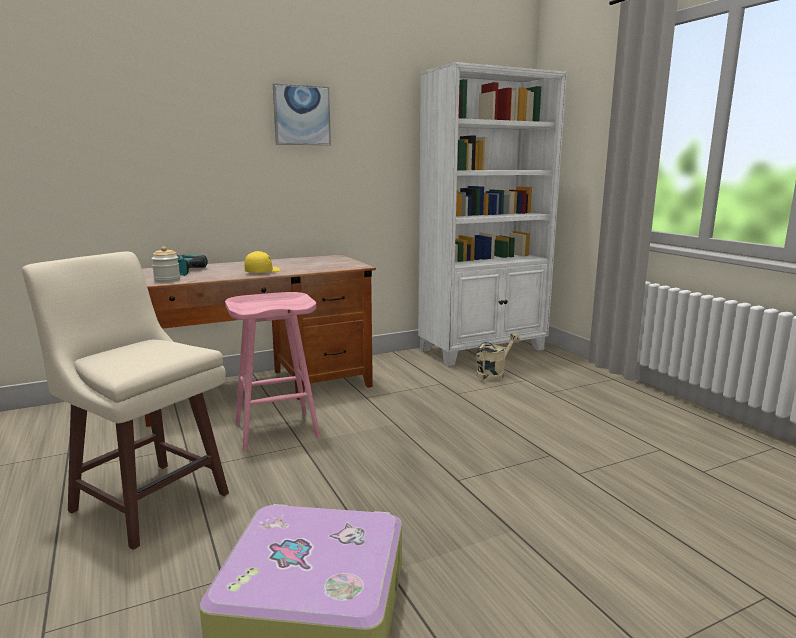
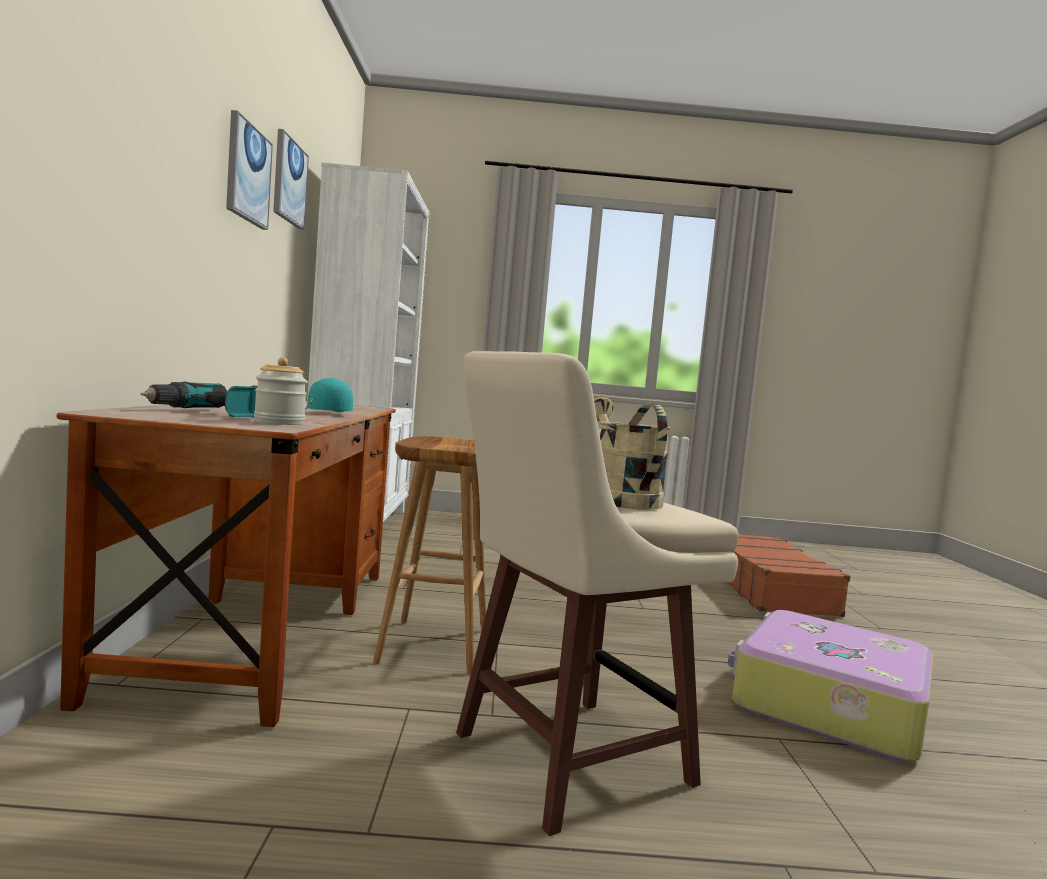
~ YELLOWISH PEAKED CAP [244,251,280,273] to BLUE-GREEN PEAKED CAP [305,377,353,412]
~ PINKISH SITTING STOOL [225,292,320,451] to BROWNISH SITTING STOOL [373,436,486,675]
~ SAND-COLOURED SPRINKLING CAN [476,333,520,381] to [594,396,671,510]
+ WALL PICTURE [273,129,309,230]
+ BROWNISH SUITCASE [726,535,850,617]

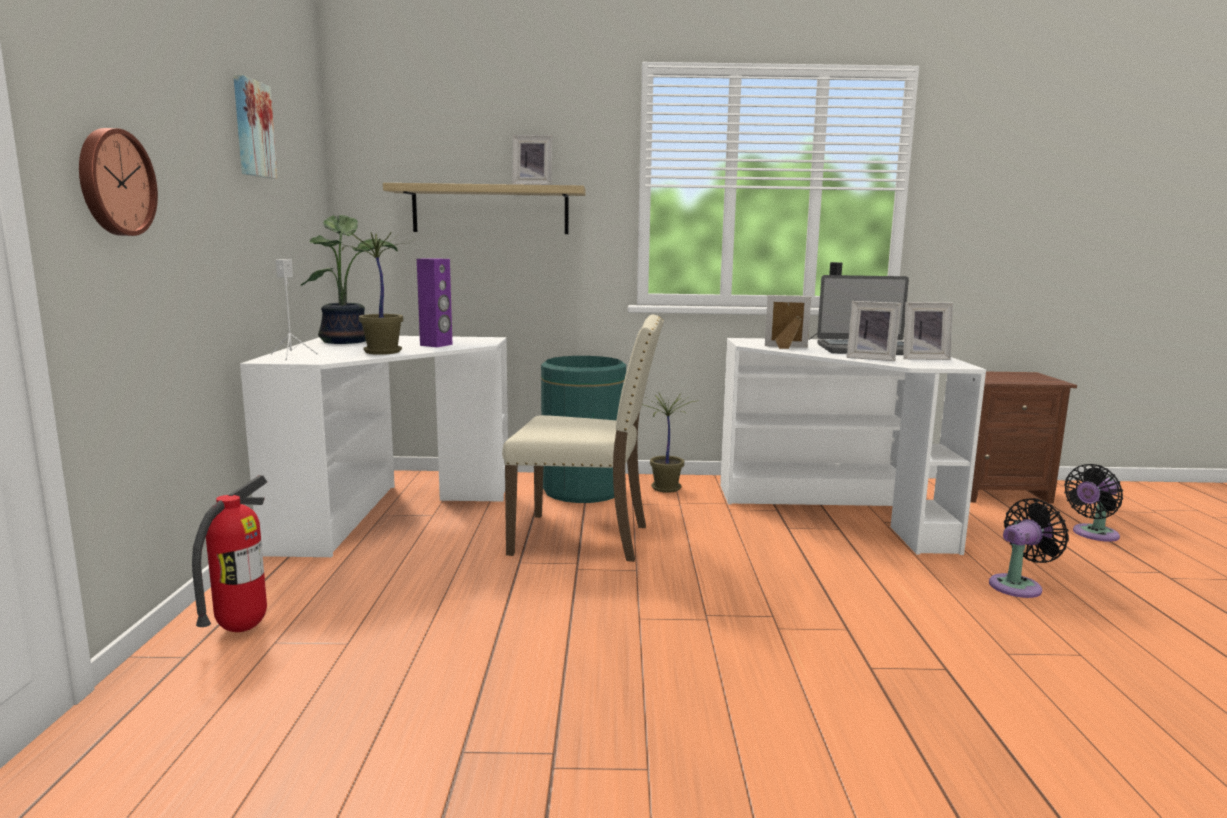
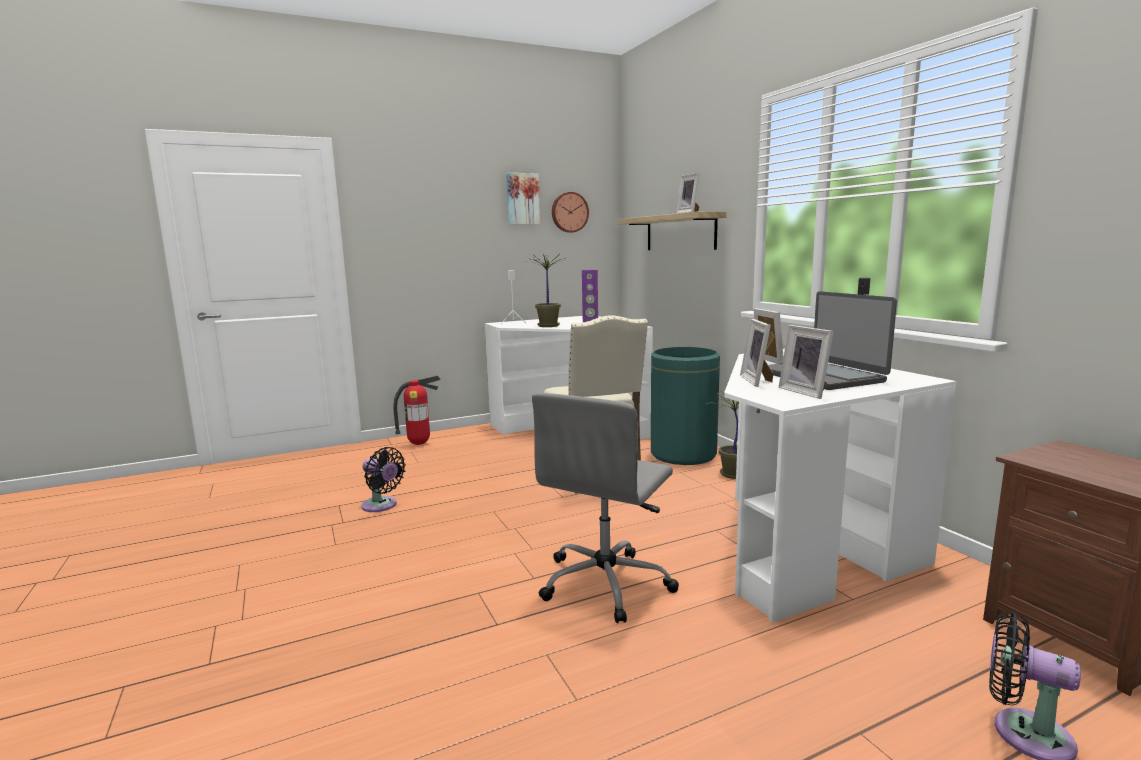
~ WALL CLOCK [79,128,158,236] to [552,192,589,233]
- POTTED PLANT [301,215,398,344]
~ BLACK ELECTRIC FAN [989,498,1069,598] to [361,447,406,512]
+ GREY OFFICE CHAIR [532,393,679,623]

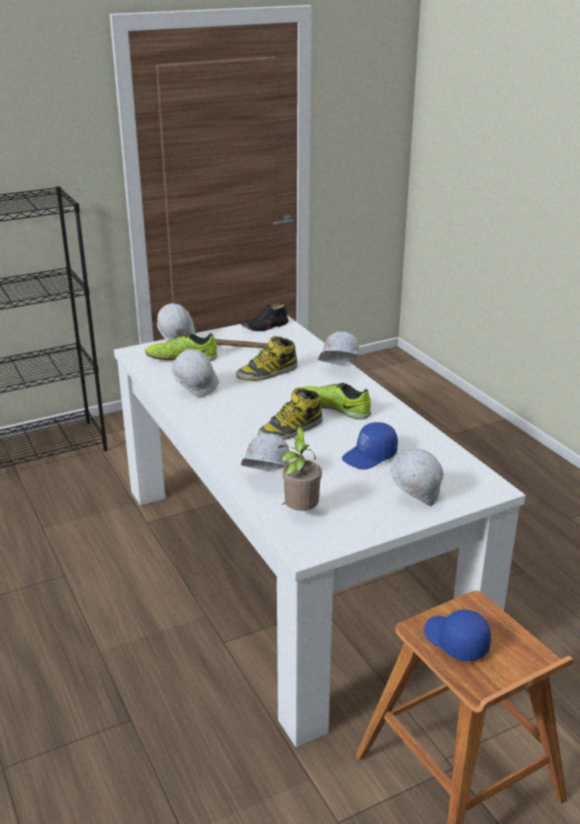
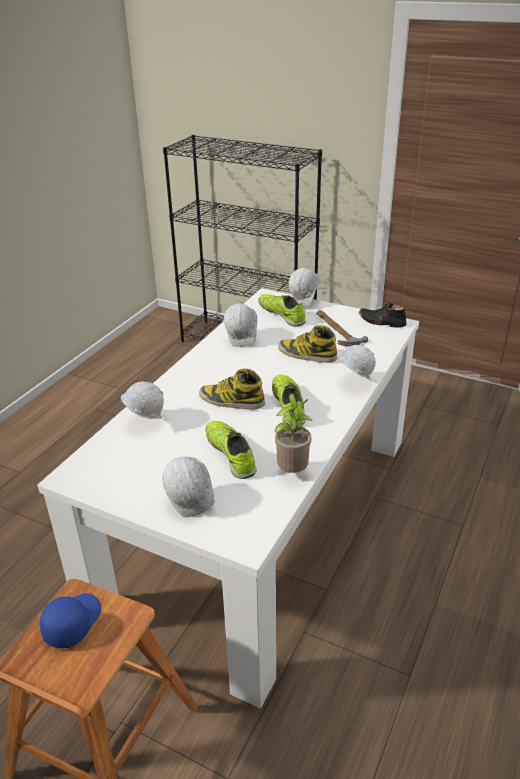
~ BLUISH PEAKED CAP [342,422,398,470] to LOW SHOE [205,421,256,479]
~ POTTED PLANT [278,426,322,511] to [274,394,313,473]

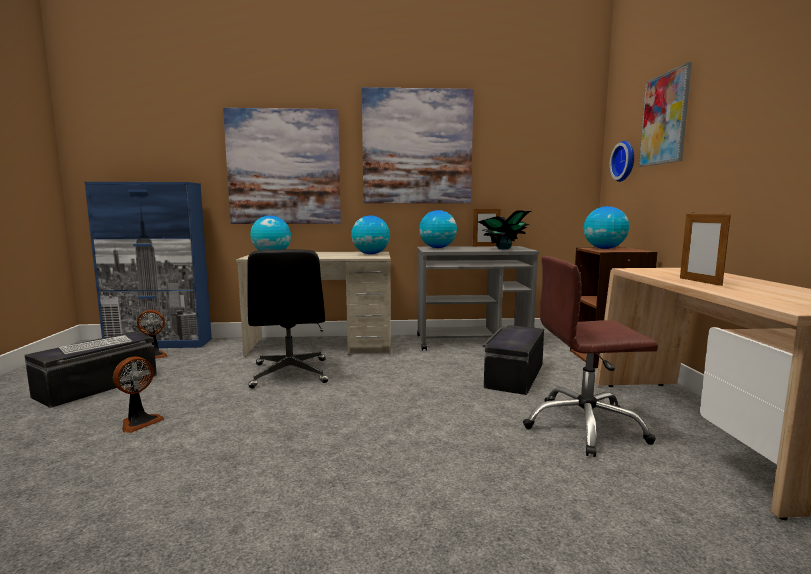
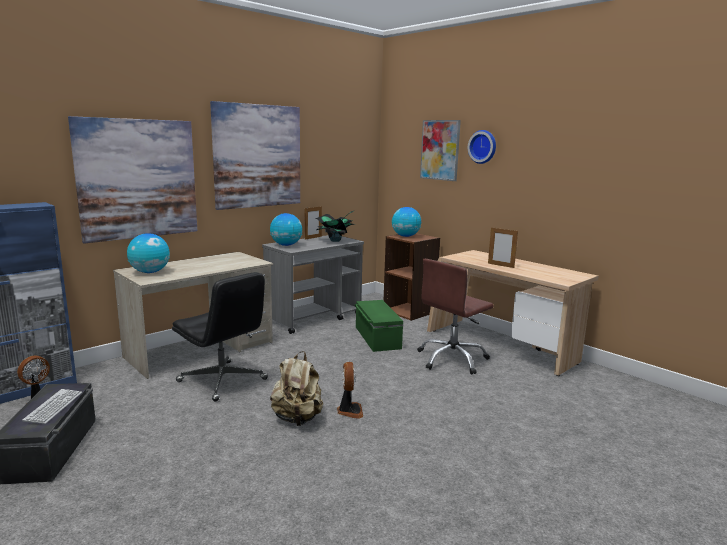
~ WALL CLOCK [609,141,634,182] to [468,130,496,164]
- WORLD GLOBE [351,215,390,254]
~ BLACK STORAGE BOX [483,325,544,395] to GREEN-COLOURED STORAGE BOX [355,300,403,352]
~ ELECTRIC FAN [113,357,164,433] to [337,362,363,419]
+ SAND-COLOURED BACKPACK [270,351,323,426]

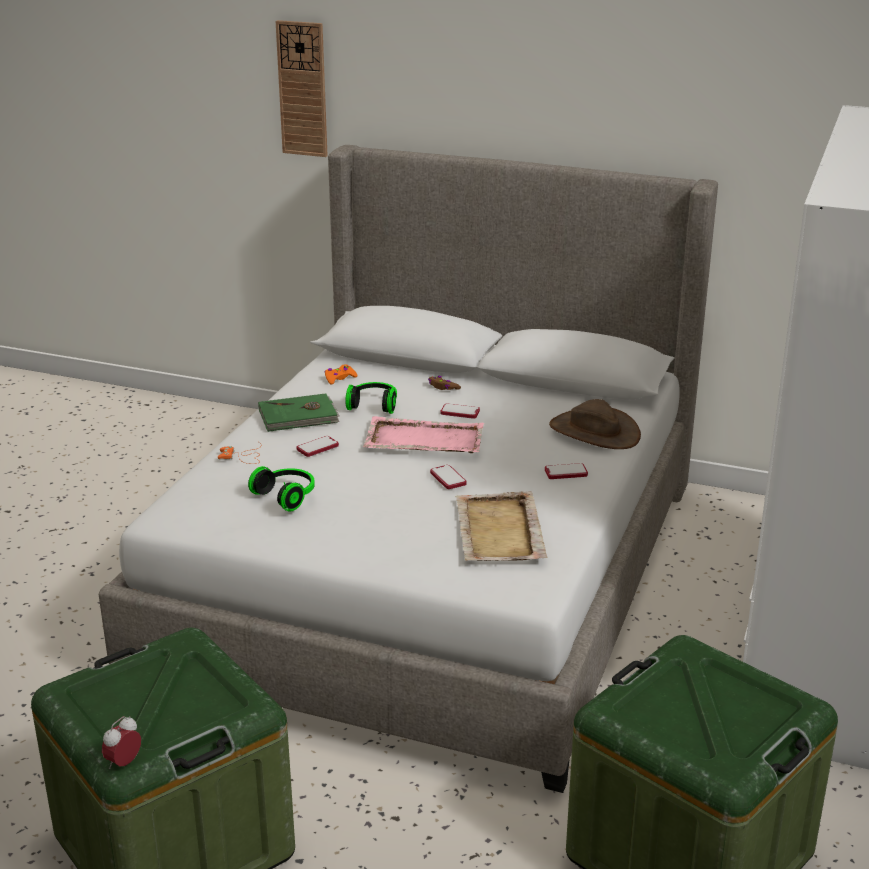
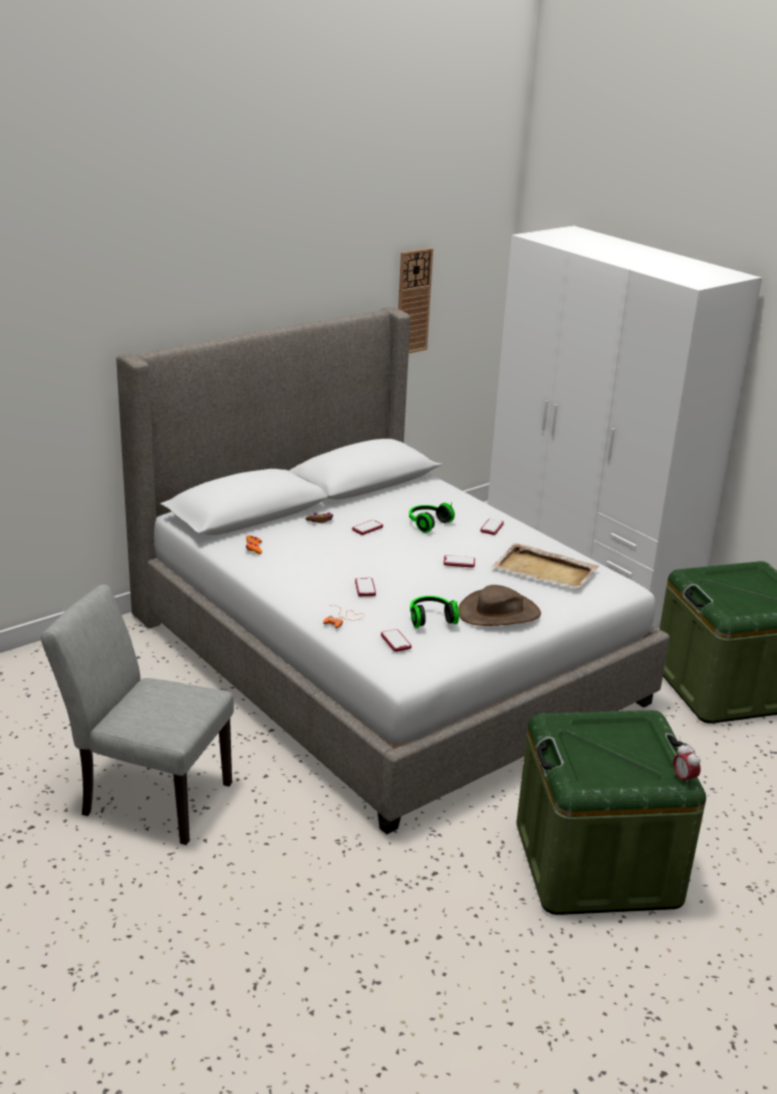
~ WALL CLOCK [276,20,328,157] to [398,248,433,353]
~ HEADSET [345,382,397,414] to [409,502,455,533]
- GREEN-COLOURED BOOK [258,394,340,432]
~ BROWNISH WEARABLE HAT [549,399,641,449] to [458,585,541,626]
- PINKISH TRAY [363,416,484,453]
+ GREY UPRIGHT CHAIR [41,584,234,845]
+ PHONE [381,629,412,652]

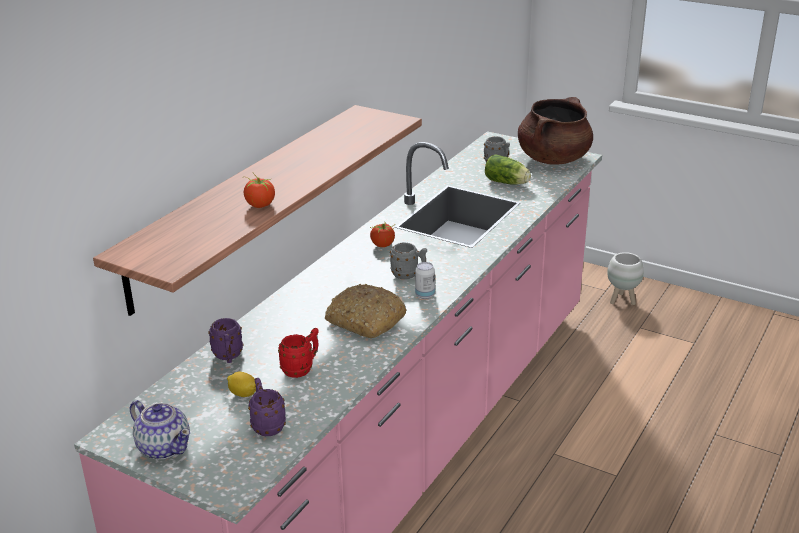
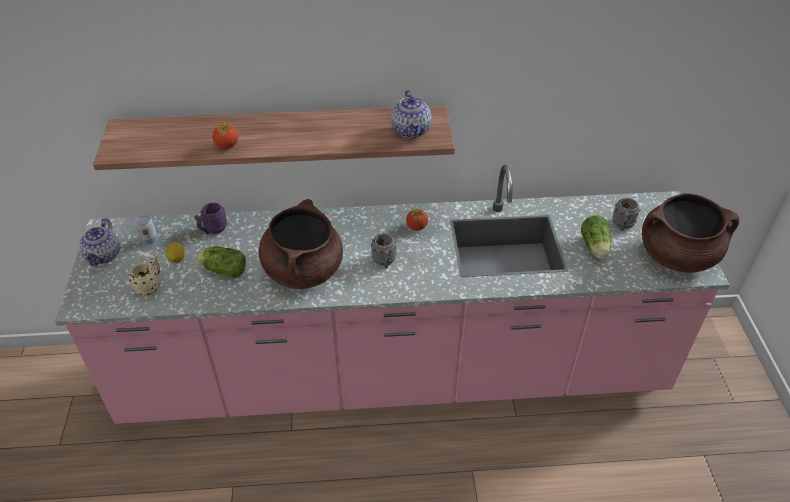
- WHITE PLANTER [607,252,644,305]
~ SEALED CAN [415,262,435,299] to [136,215,158,245]
~ BAKERY BREAD [325,284,407,338] to BROWNISH SAUCEPOT [259,199,343,289]
~ RED COFFEE MUG [278,328,319,378] to LETTUCE HEAD [196,246,246,278]
~ PURPLISH COFFEE MUG [248,378,286,436] to SAND-COLOURED COFFEE MUG [129,254,160,296]
+ POT FOR TEA [391,90,432,139]

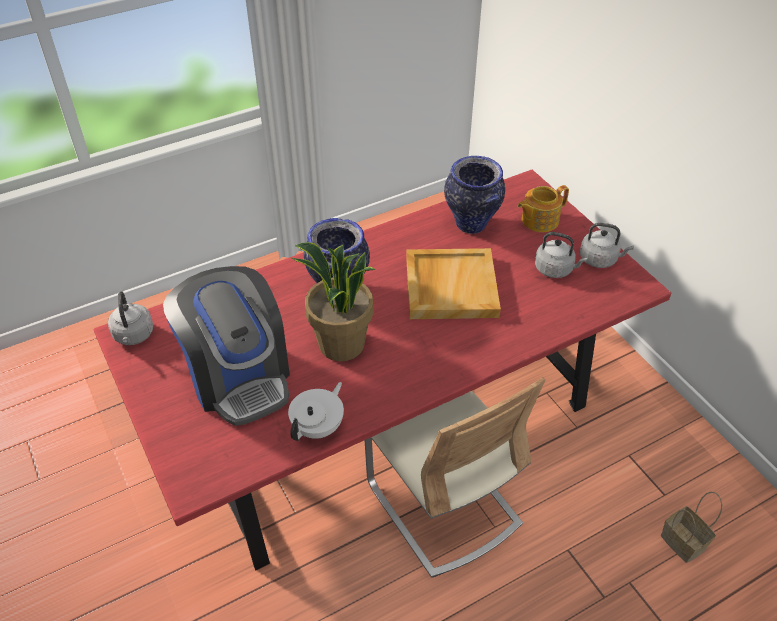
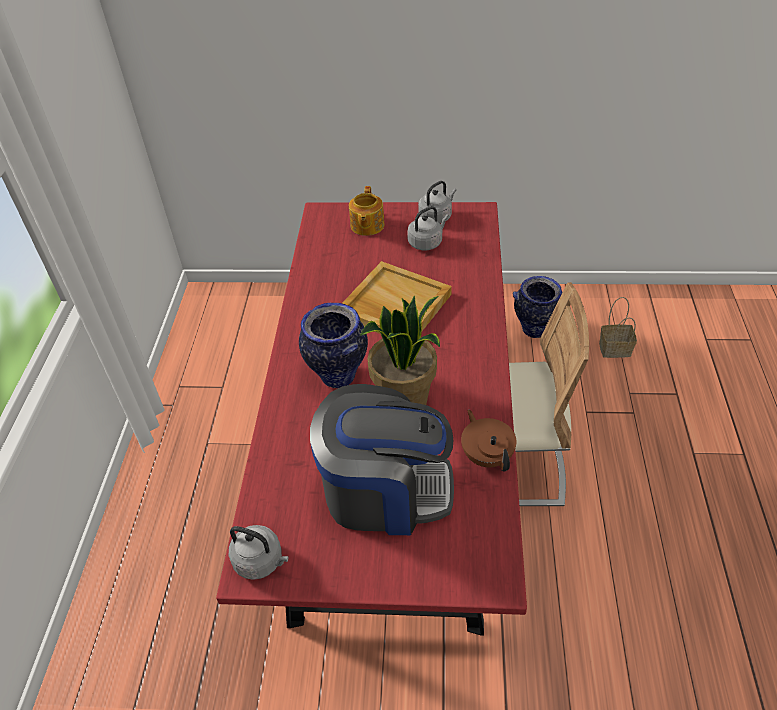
~ DECORATIVE VASE [444,156,505,234] to [513,276,562,338]
~ WHITE POT FOR TEA [288,382,344,441] to BROWNISH POT FOR TEA [461,410,517,472]

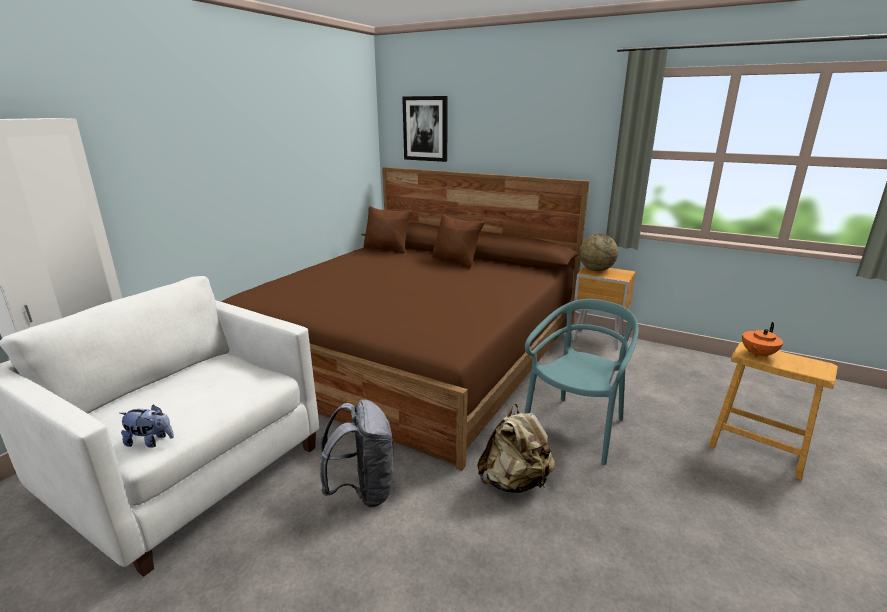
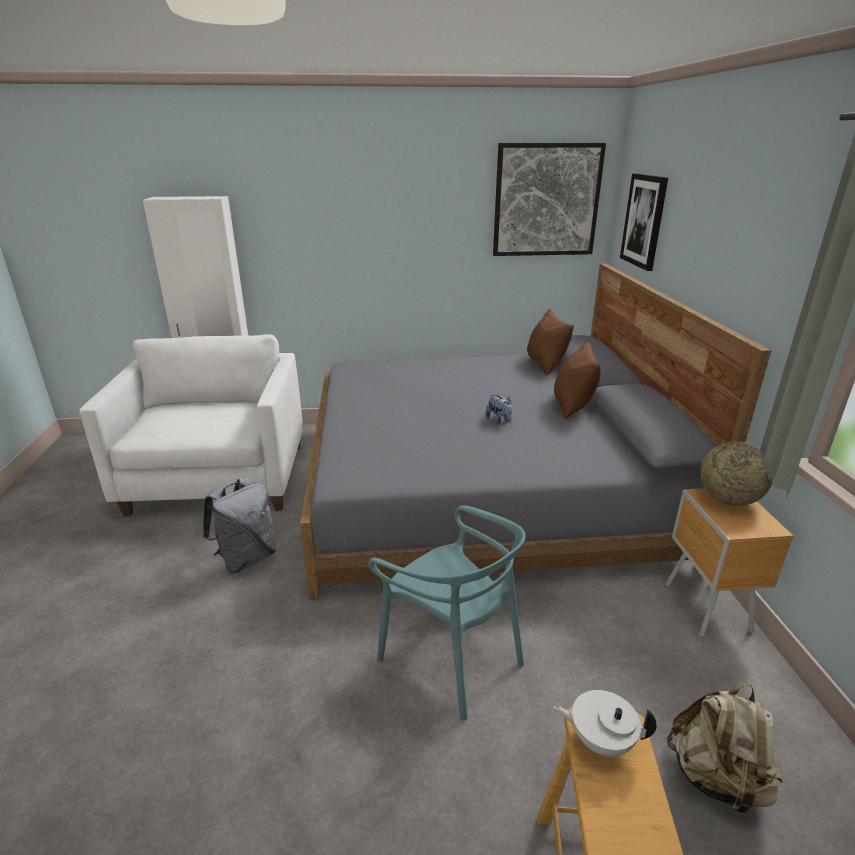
~ BROWNISH SLEEPING BED [222,167,589,471] to GREY SLEEPING BED [300,263,771,600]
~ BLUE-GREEN UPRIGHT CHAIR [525,299,639,465] = [368,505,526,721] 45 degrees clockwise
~ ORANGE POT FOR TEA [742,322,783,358] to WHITE POT FOR TEA [553,690,657,757]
~ PLUSH TOY [119,404,174,448] to [485,394,513,424]
~ SAND-COLOURED BACKPACK [477,404,555,493] to [666,684,783,816]
+ WALL PICTURE [493,143,606,256]

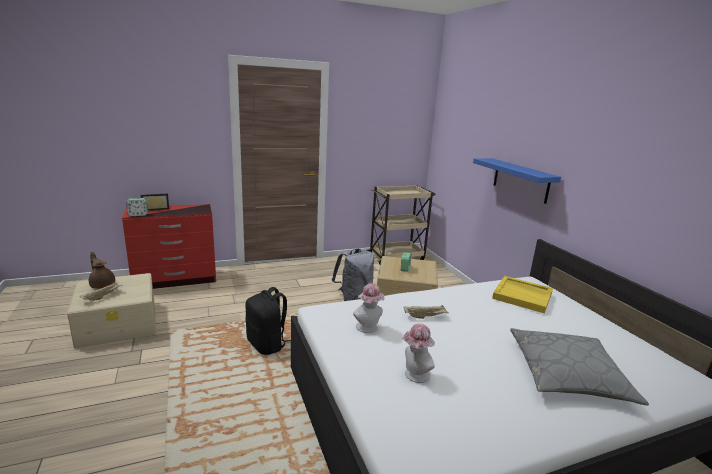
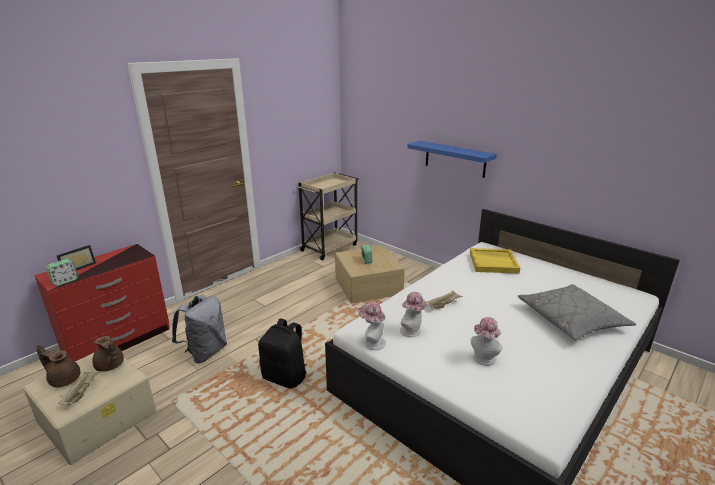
~ GREY BACKPACK [332,248,374,301] to [172,295,227,363]
+ WEARABLE HAT [358,302,386,350]
+ BROWNISH POT FOR TEA [92,336,124,372]

